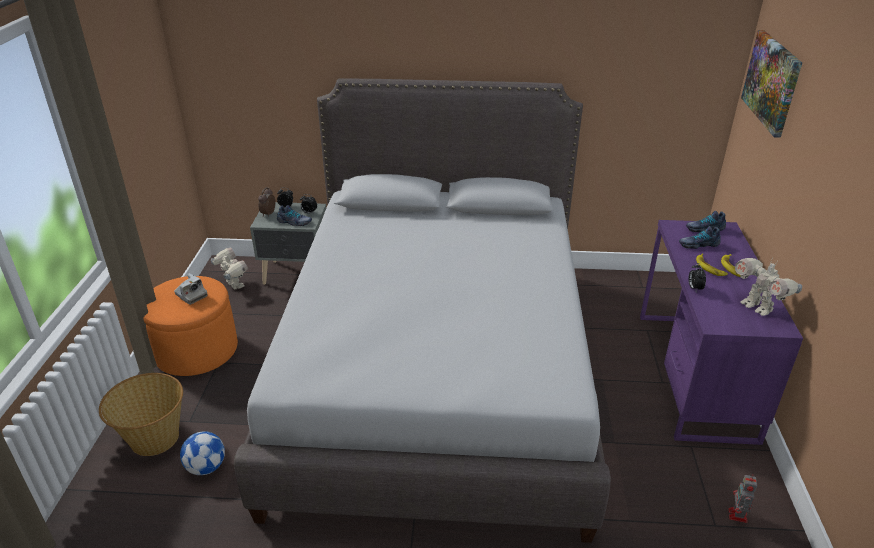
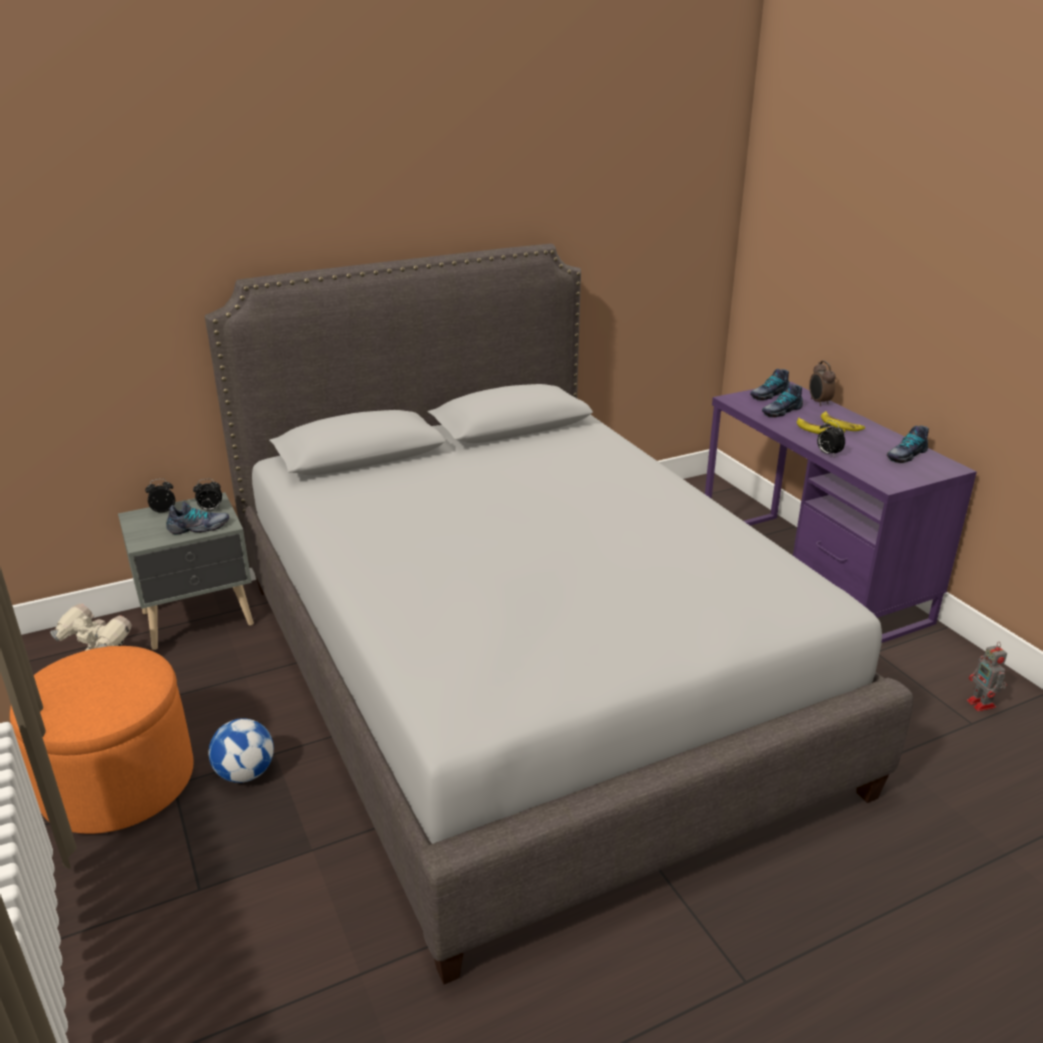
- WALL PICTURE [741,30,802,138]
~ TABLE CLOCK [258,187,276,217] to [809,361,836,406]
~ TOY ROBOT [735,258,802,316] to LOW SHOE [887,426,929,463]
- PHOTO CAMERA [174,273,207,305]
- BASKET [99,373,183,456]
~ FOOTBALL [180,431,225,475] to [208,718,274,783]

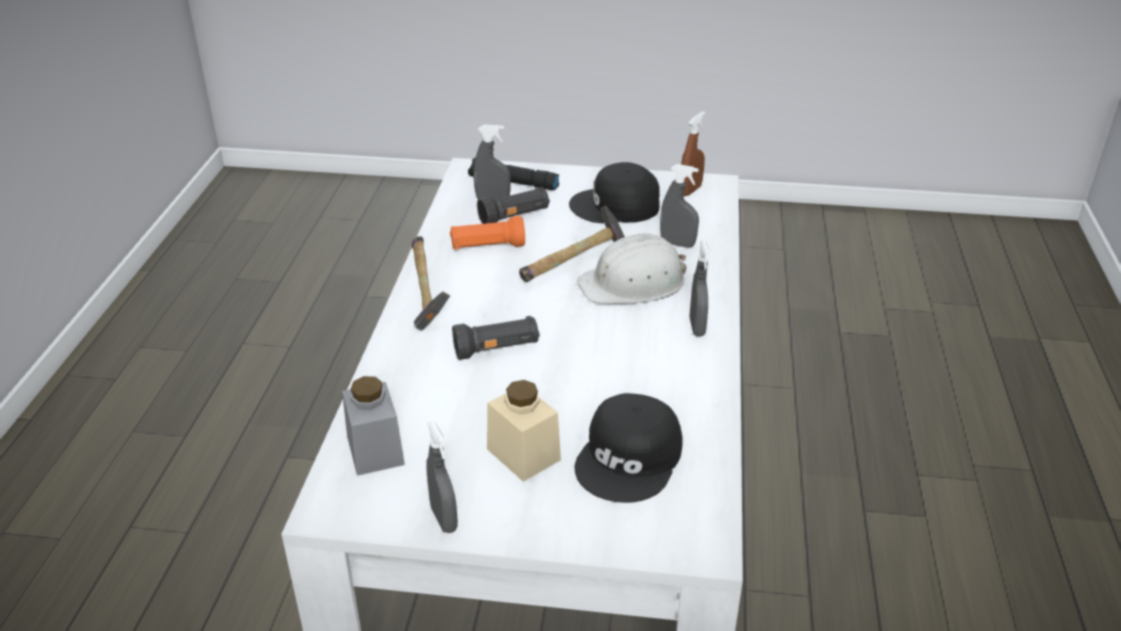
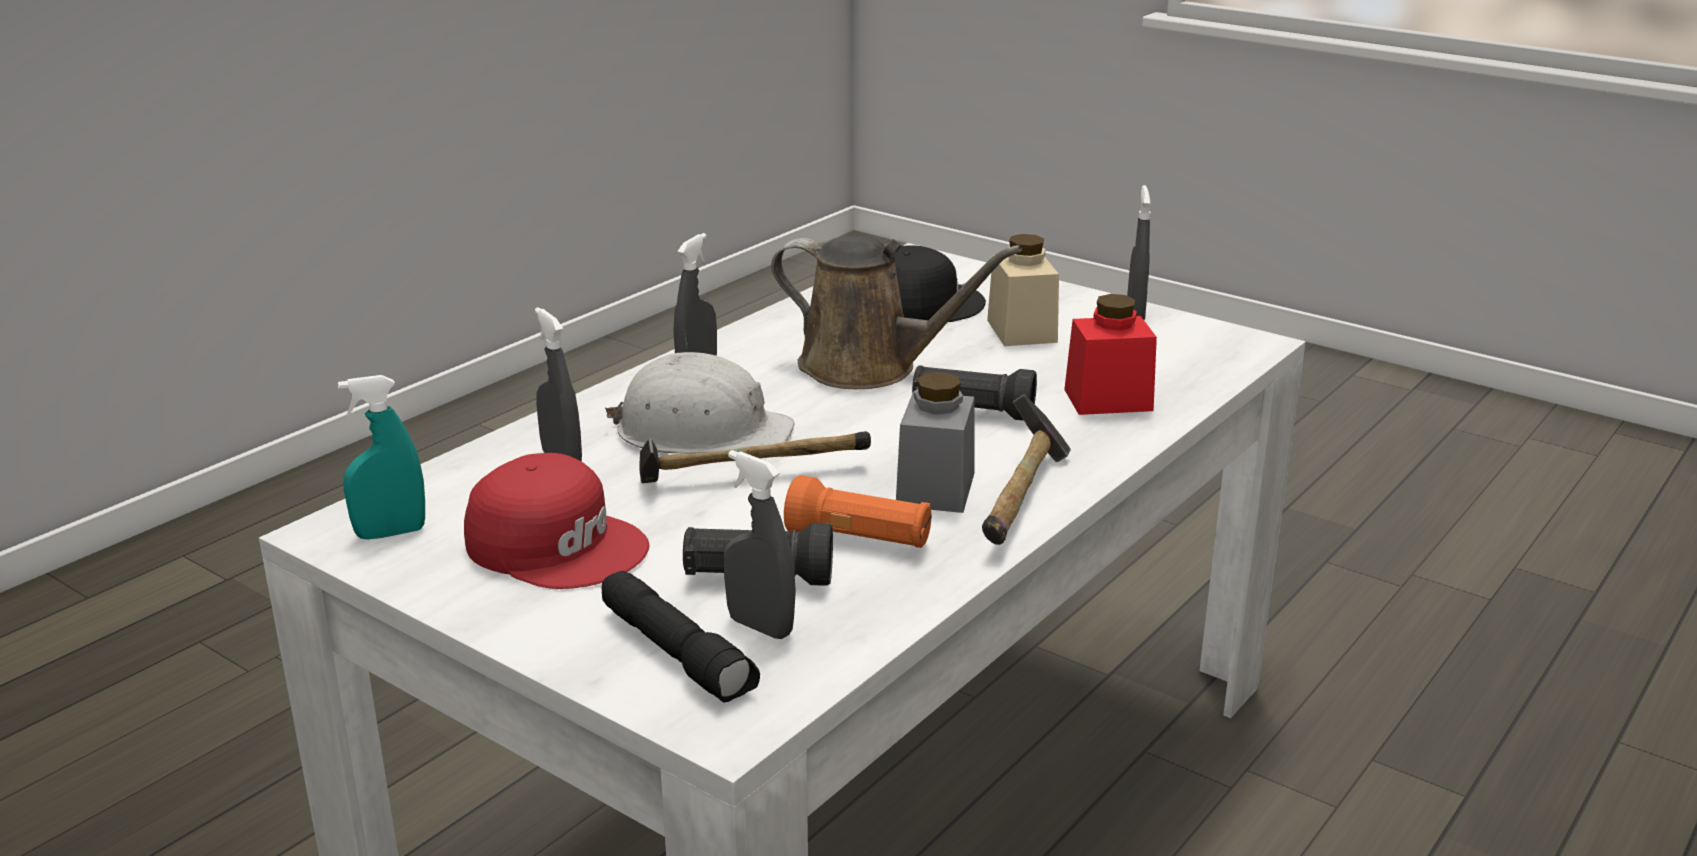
~ BROWNISH HAND SPRAYER [681,111,705,196] to BLUE-GREEN HAND SPRAYER [338,375,425,539]
~ BLACK PEAKED CAP [569,162,660,223] to RED PEAKED CAP [464,453,650,589]
~ GREY PRESERVE JAR [342,376,405,476] to [896,372,974,513]
+ BROWNISH SPRINKLING CAN [771,236,1022,389]
+ RED PRESERVE JAR [1064,294,1157,415]

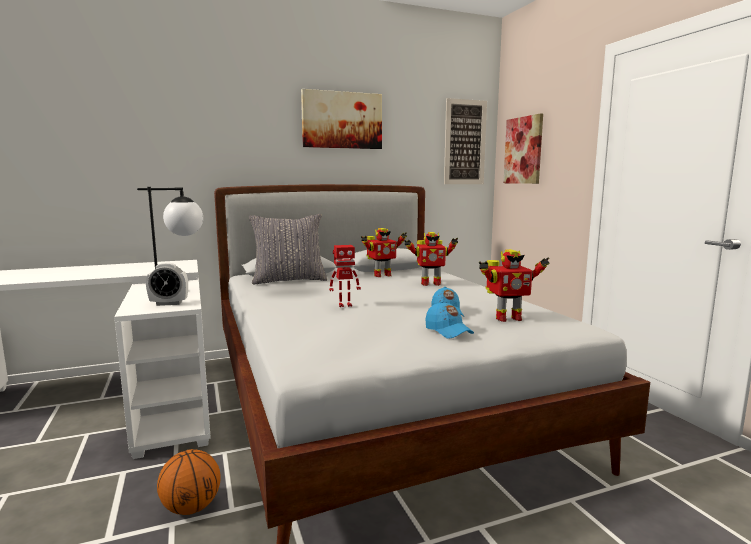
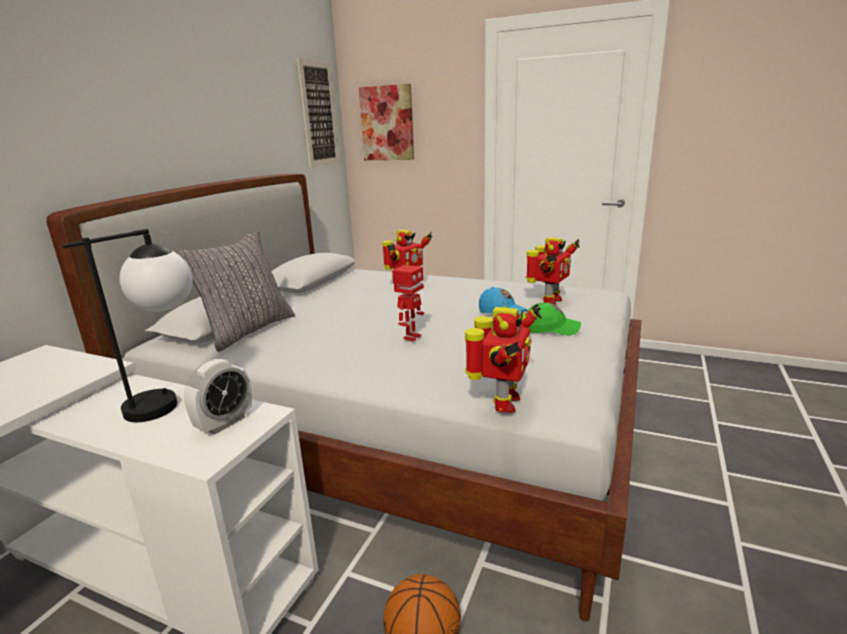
- WALL PICTURE [301,89,382,149]
~ TOY ROBOT [361,228,407,277] to [465,304,542,413]
~ BLUISH PEAKED CAP [426,302,474,339] to GREEN-COLOURED PEAKED CAP [528,303,581,336]

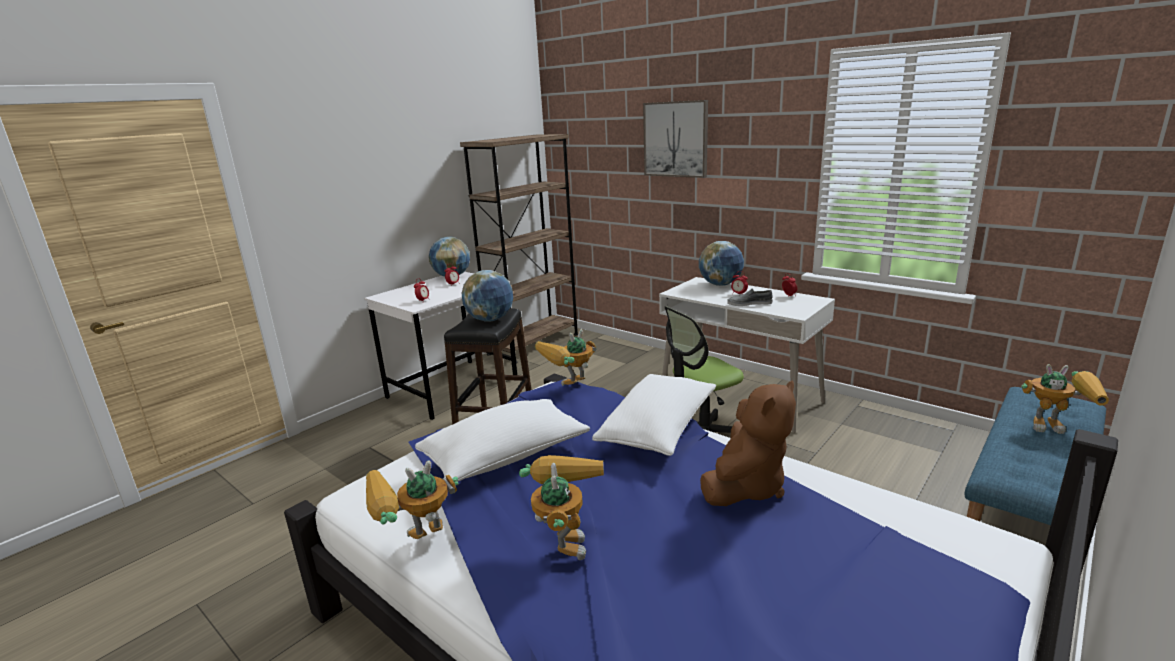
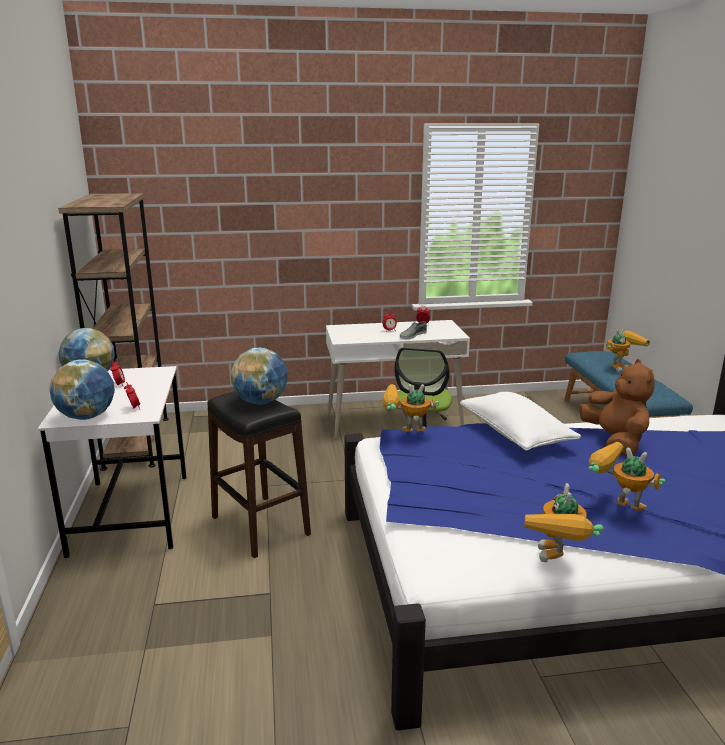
- WALL PICTURE [643,100,708,178]
~ WORLD GLOBE [699,241,744,286] to [49,359,115,420]
~ TOY ROBOT [535,329,597,386] = [382,384,439,432] 90 degrees clockwise
- WHITE PILLOW [415,399,590,482]

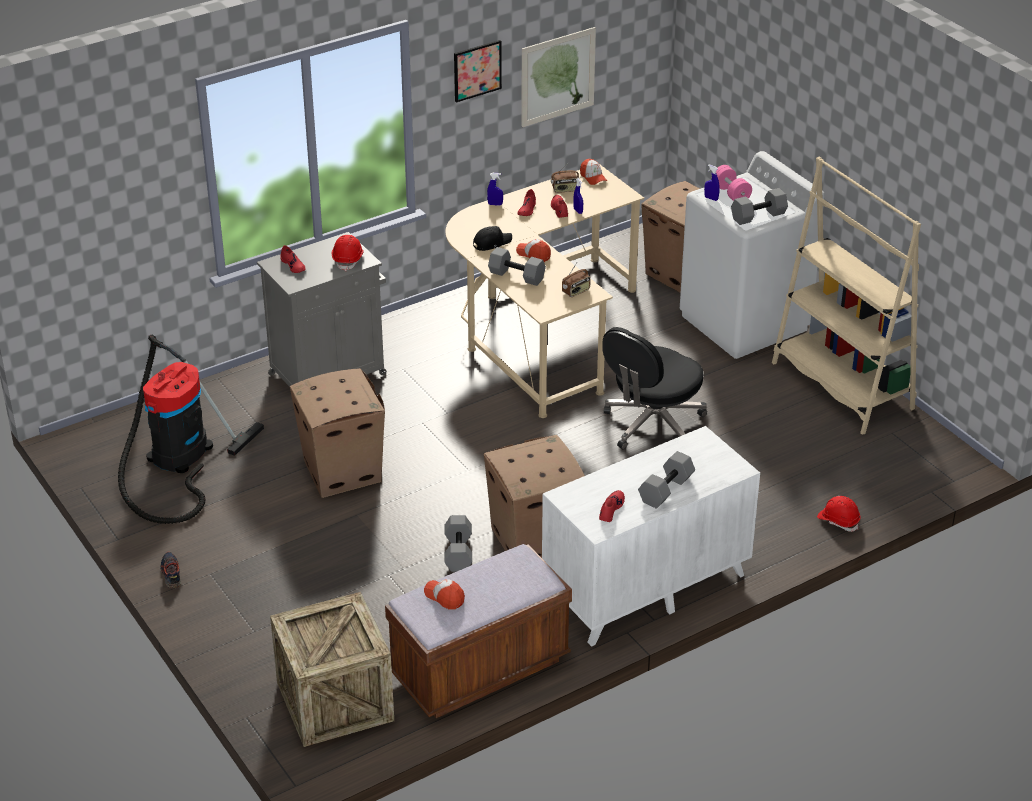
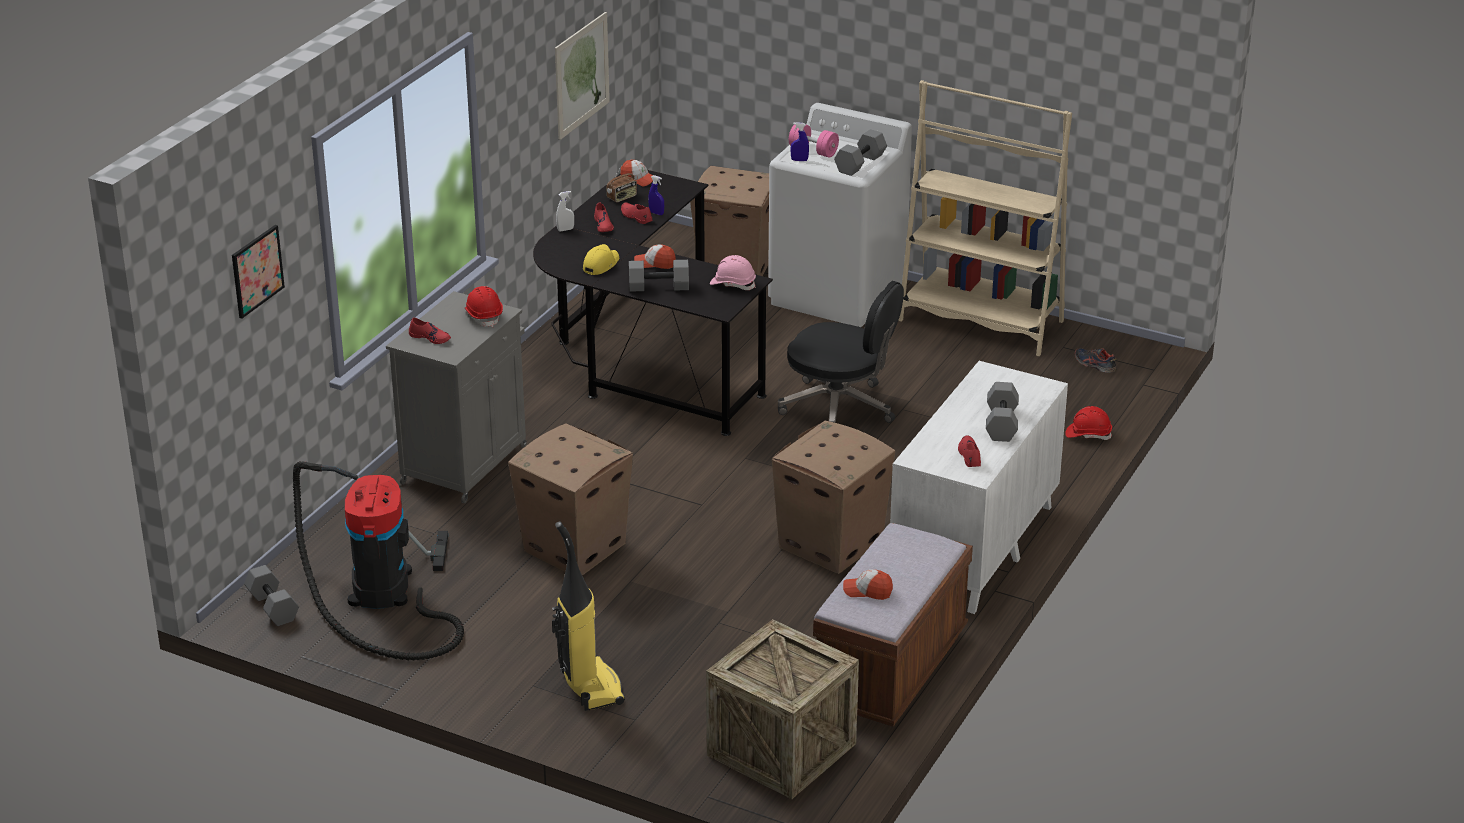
~ WALL PICTURE [454,40,502,103] to [232,225,285,318]
~ SAND-COLOURED DESK TABLE [446,164,644,418] to BLACK DESK TABLE [533,170,773,436]
~ BLUISH HAND SPRAYER [487,173,503,206] to WHITE HAND SPRAYER [556,191,574,231]
~ BLACK PEAKED CAP [473,226,512,251] to YELLOWISH PEAKED CAP [583,244,619,275]
~ RADIO [562,261,591,297] to PINKISH SAFETY HELMET [710,255,756,290]
~ BLACK OFFICE CHAIR [602,327,707,449] = [778,281,904,423] 75 degrees counterclockwise
~ GREY FREE WEIGHT [445,515,472,572] to [244,565,299,626]
~ LOW SHOE [160,552,181,588] to [1075,348,1117,373]
+ VACUUM [552,521,625,711]

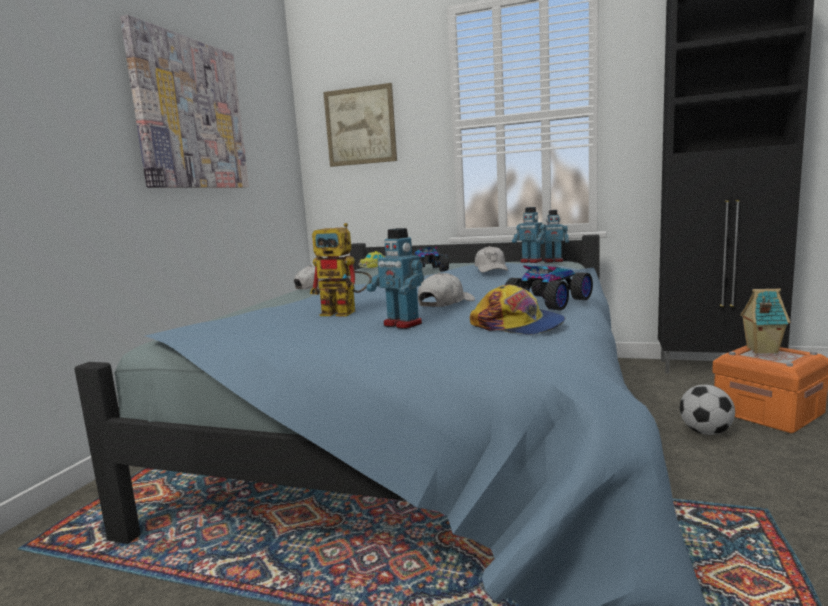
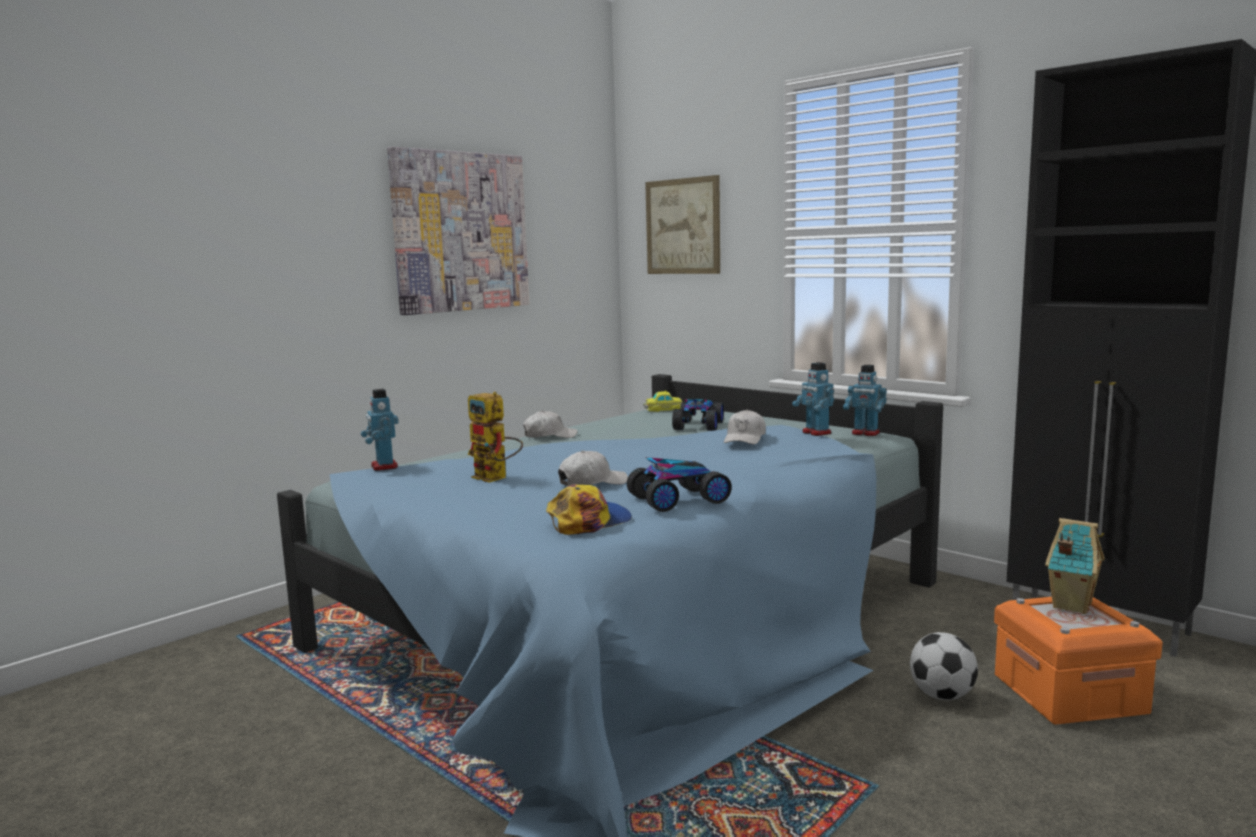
~ TOY ROBOT [366,228,424,329] to [361,389,399,471]
~ PEAKED CAP [470,285,566,335] = [546,484,632,535] 105 degrees counterclockwise

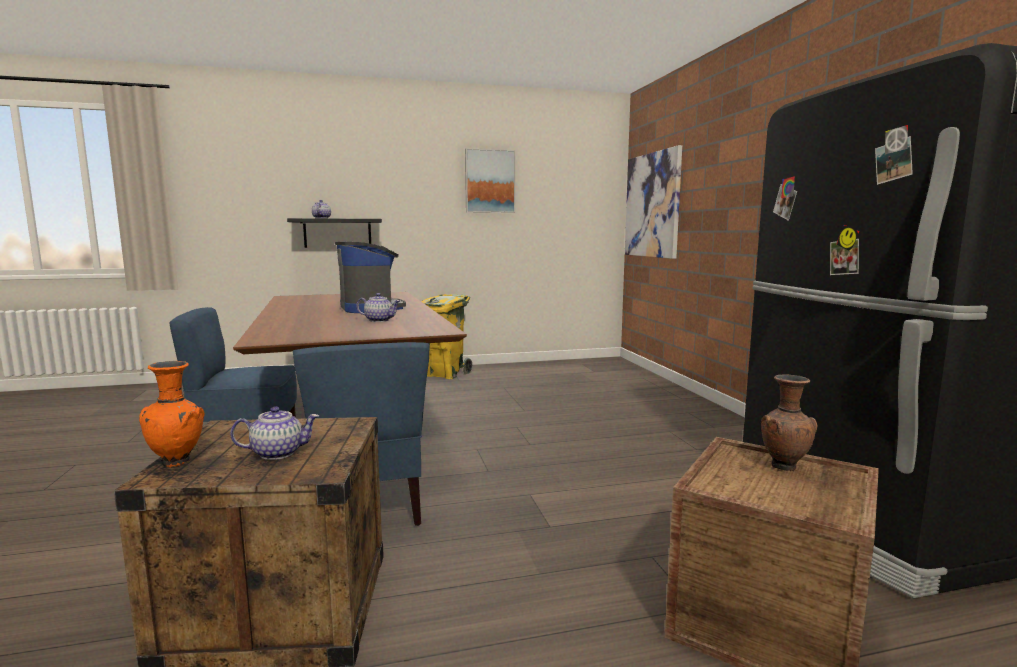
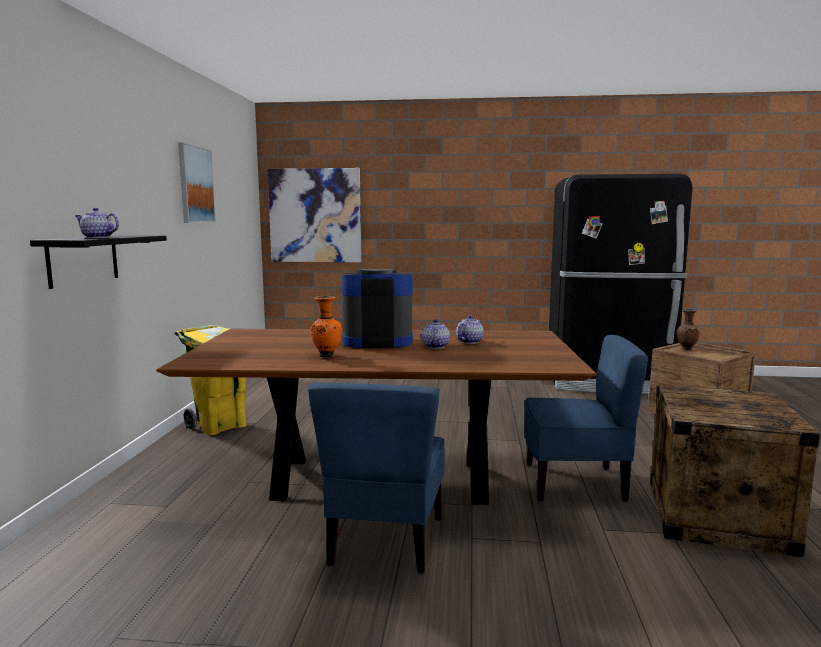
~ ORANGE DECORATIVE VASE [139,361,205,468] to [311,296,342,357]
~ POT FOR TEA [230,406,319,460] to [421,319,450,349]

